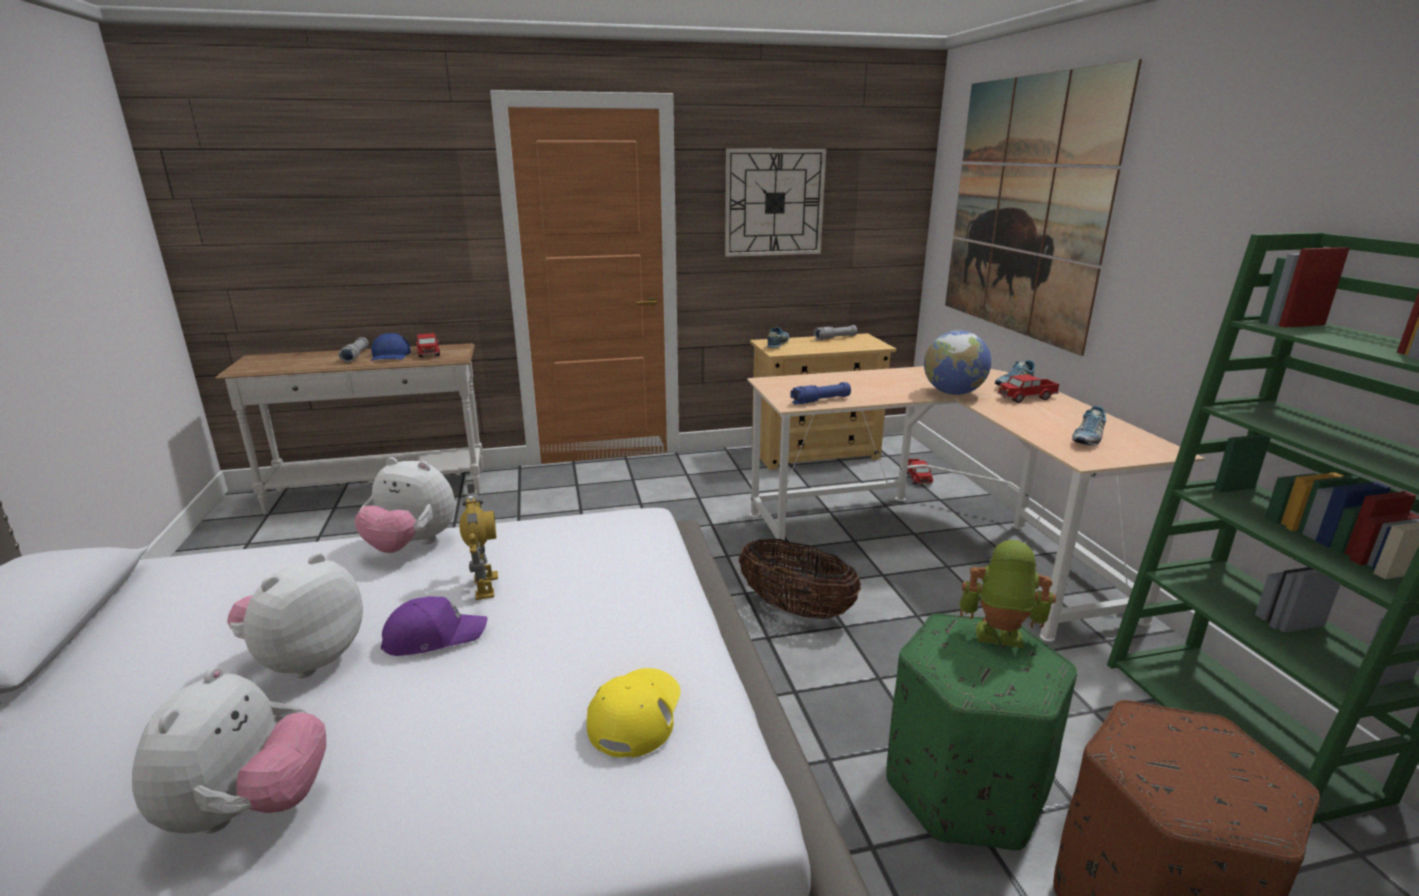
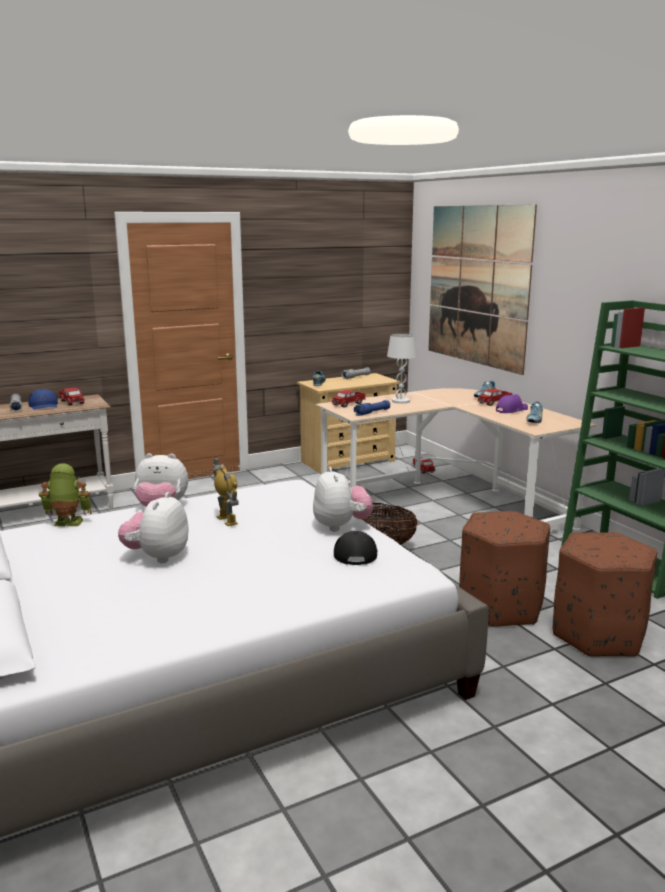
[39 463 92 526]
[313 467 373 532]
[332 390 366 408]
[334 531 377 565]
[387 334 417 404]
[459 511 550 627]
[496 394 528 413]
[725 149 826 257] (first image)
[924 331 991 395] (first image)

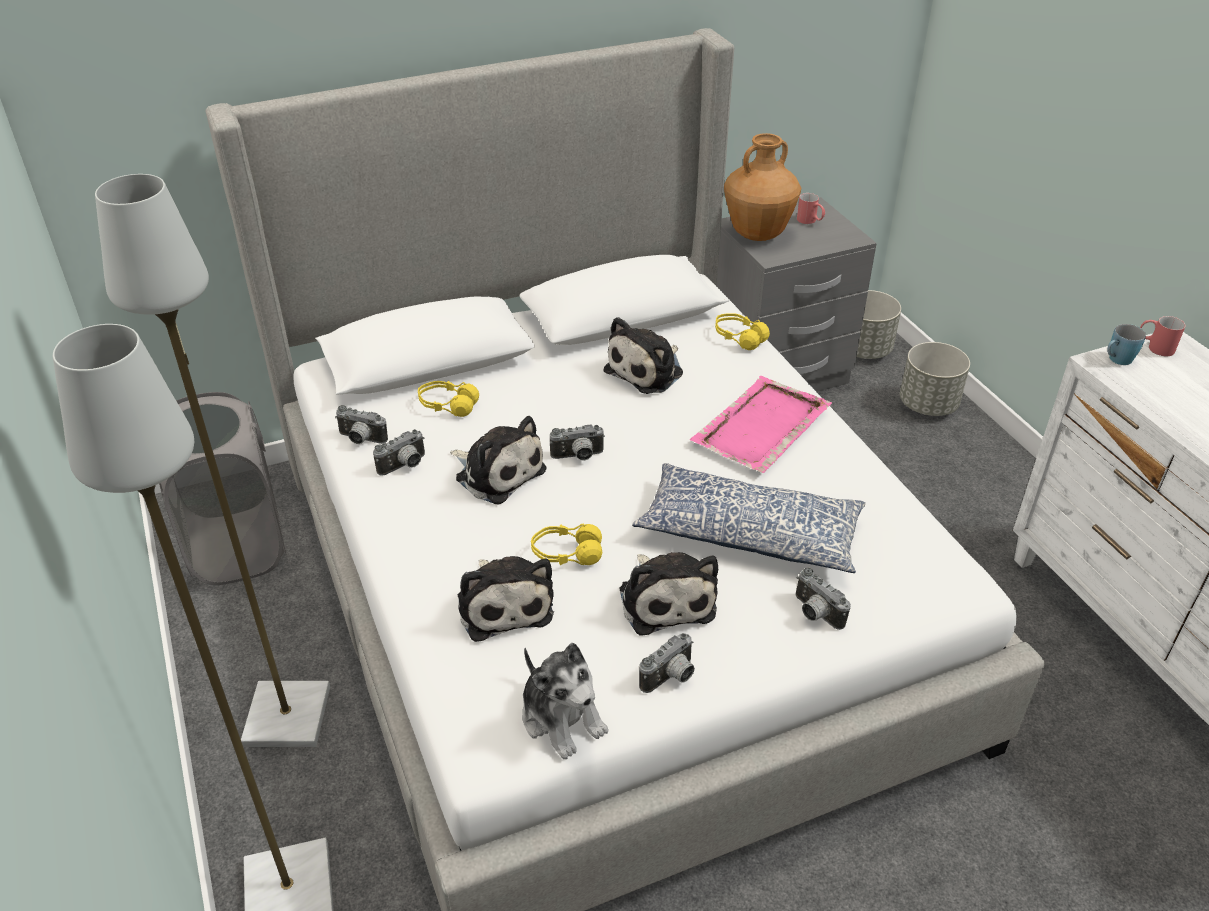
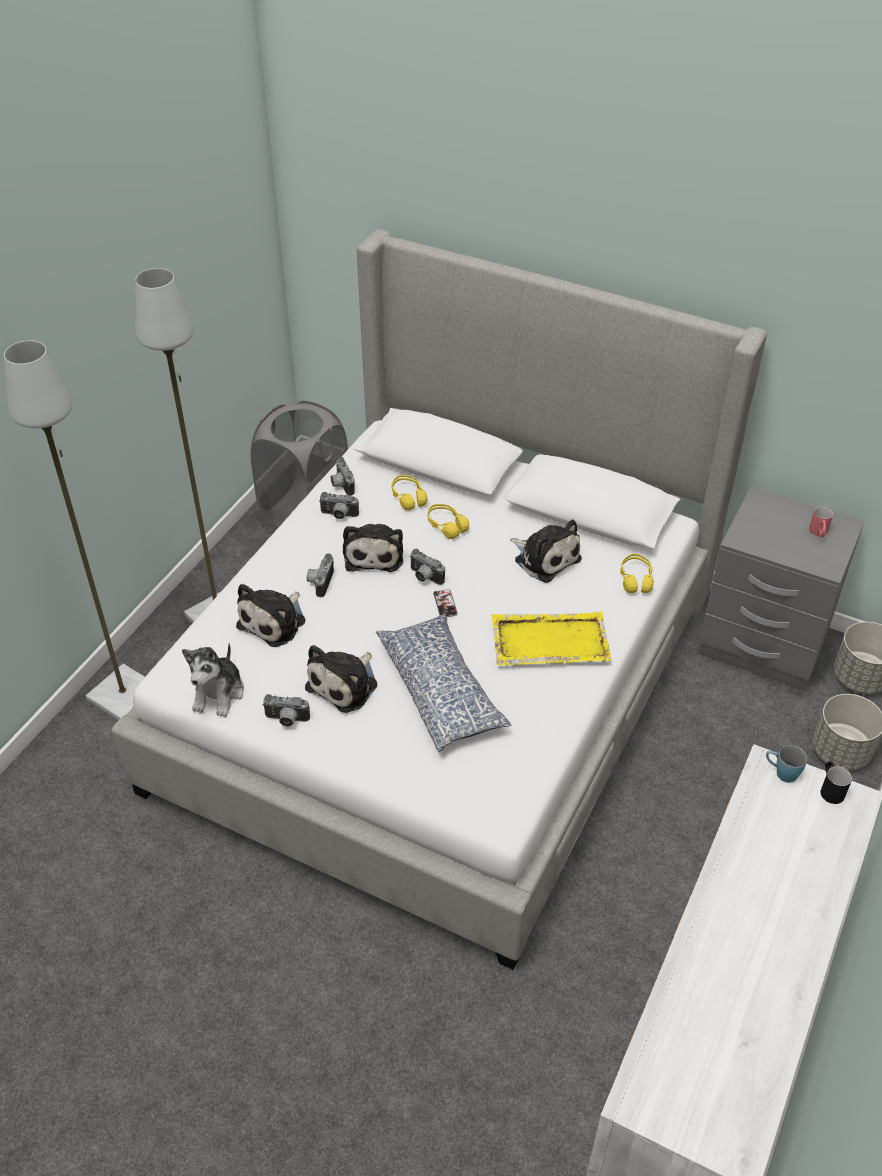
[307 553 334 597]
[428 504 469 539]
[433 589 458 617]
[492 611 612 665]
[510 520 582 583]
[821 761 852 804]
[724 133 801 241] (first image)

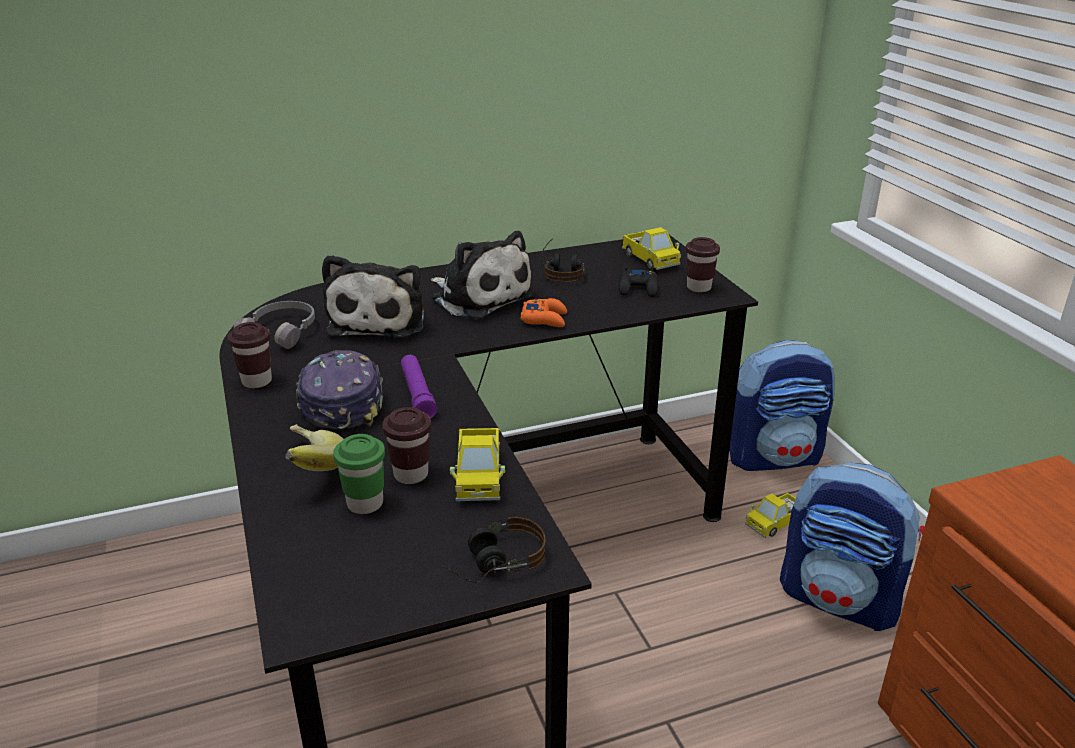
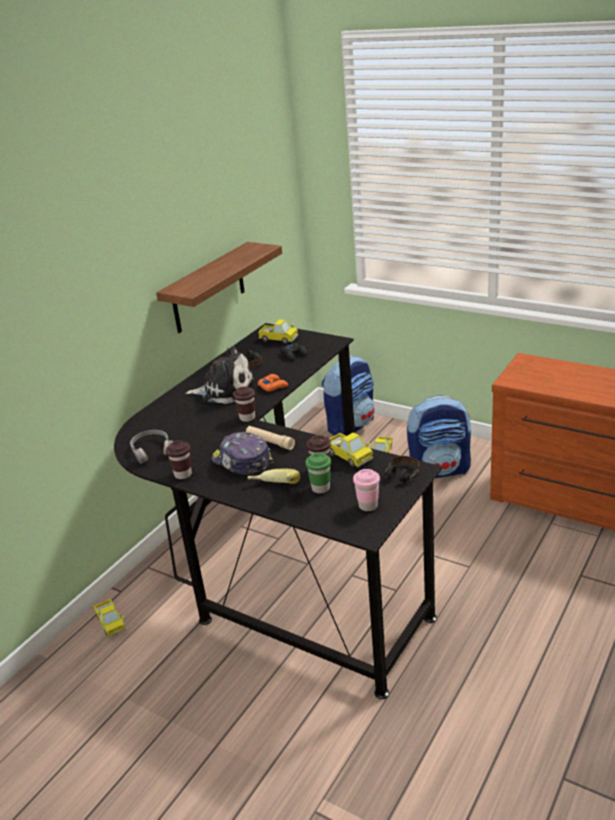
[93 599 126 638]
[156 242 282 333]
[233 386 255 422]
[246 426 295 450]
[353 469 380 511]
[322 255 424 338] (first image)

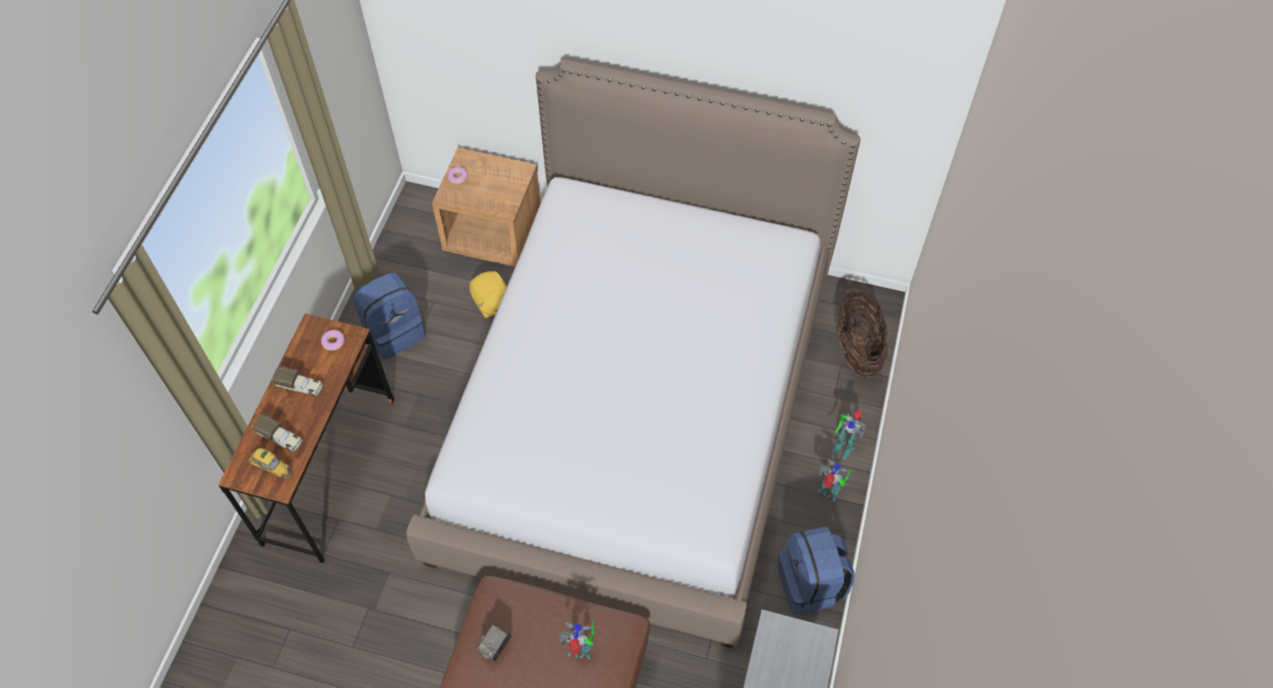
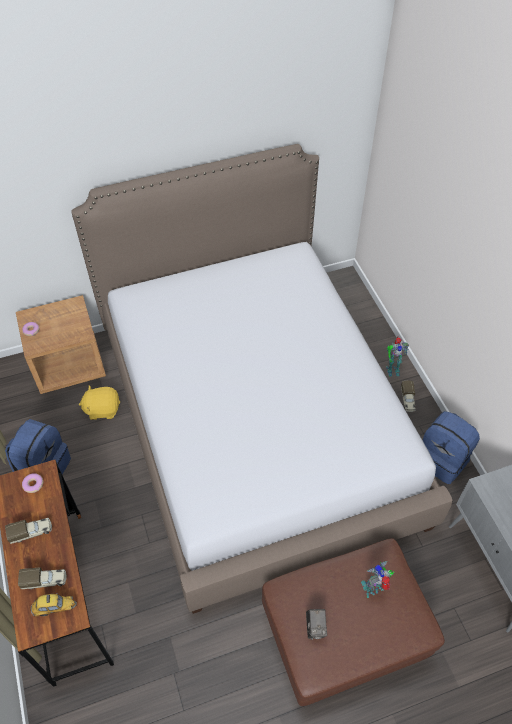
[79 386 120 420]
[401 381 416 412]
[839 289 888 377] (first image)

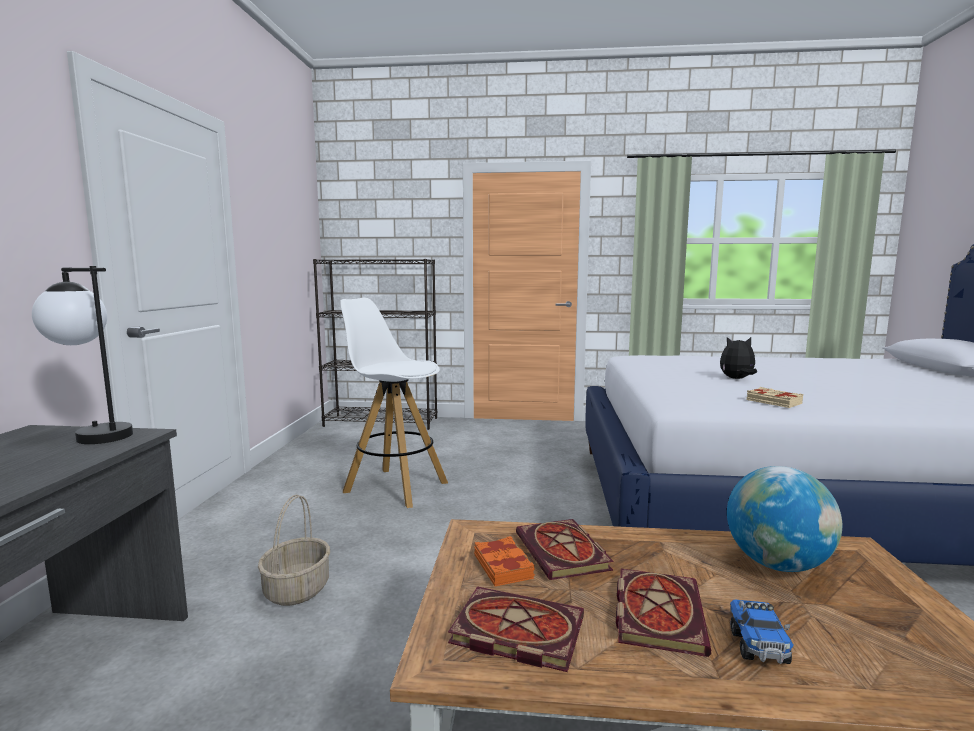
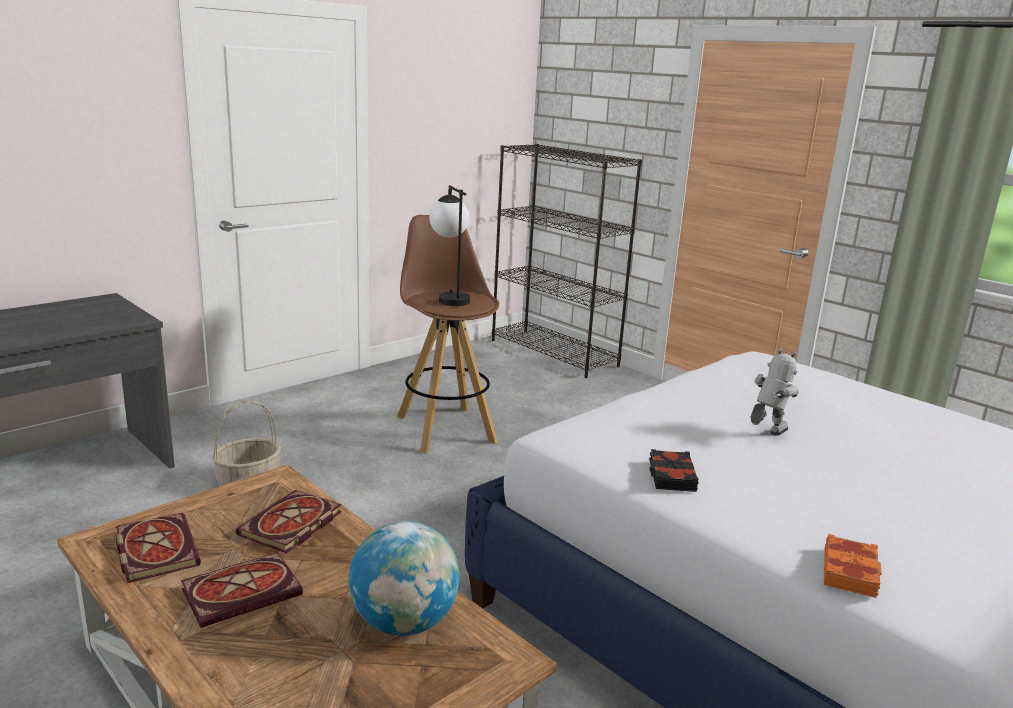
[397 215 499 454]
[429 185 470 306]
[649 449 699 492]
[751 348 800 436]
[824 534 882 598]
[730 600 794 664] (first image)

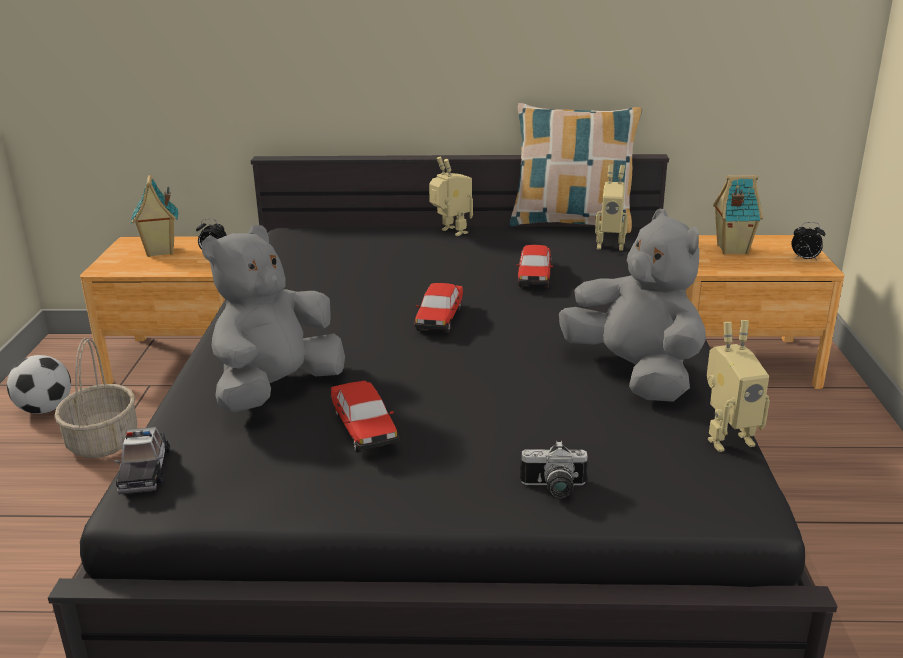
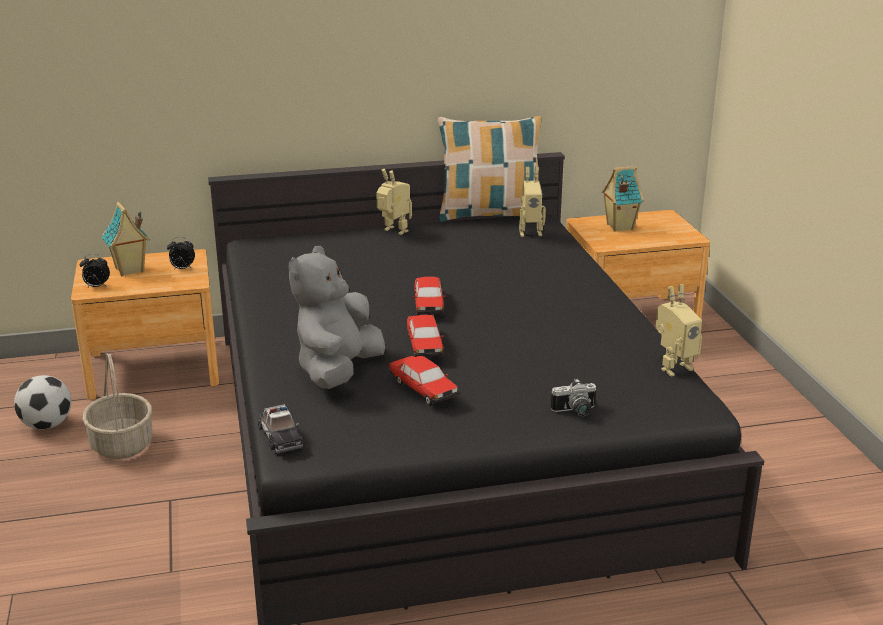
[80 254 110 287]
[407 315 444 358]
[559 209 706 402] (first image)

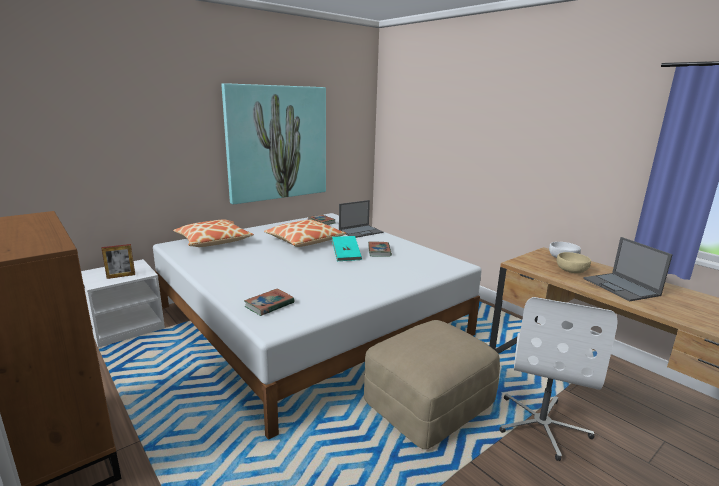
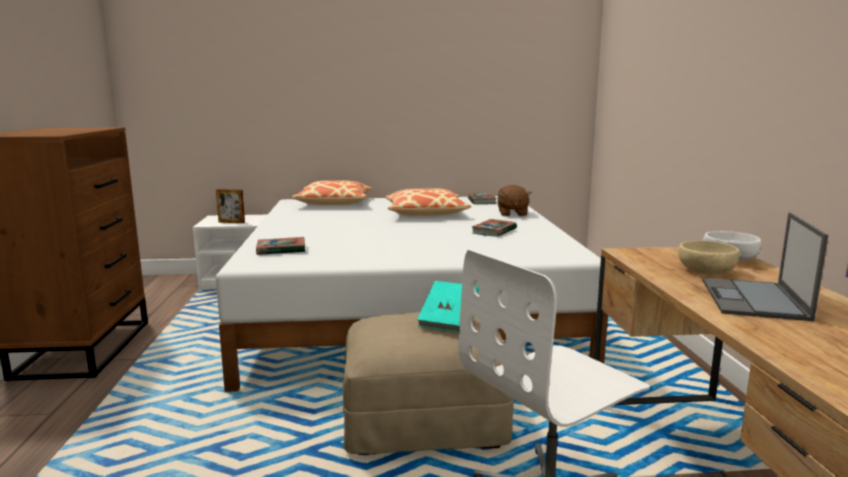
[417 281 479 332]
[497 185 532 216]
[221 83 326 205] (first image)

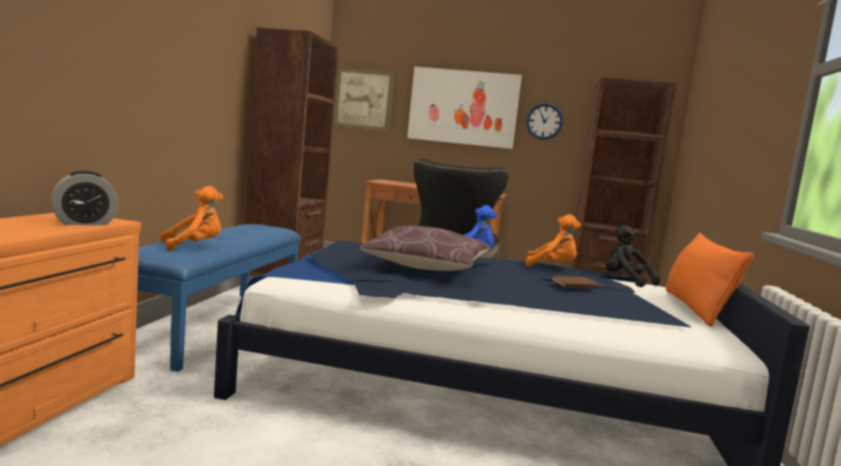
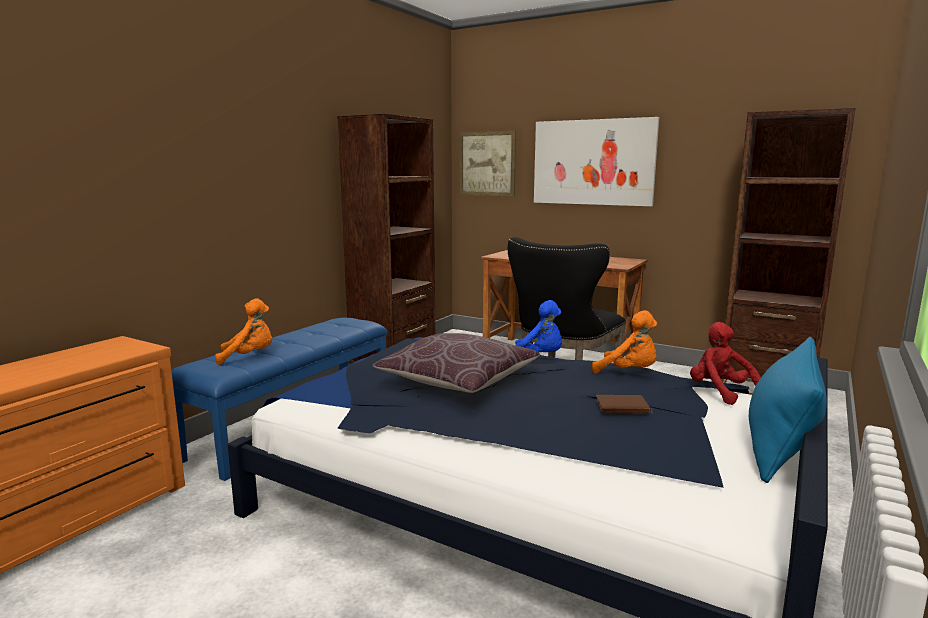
[690 322 761 405]
[749 337 827 483]
[51 170 118 225] (first image)
[526 103 563 140] (first image)

